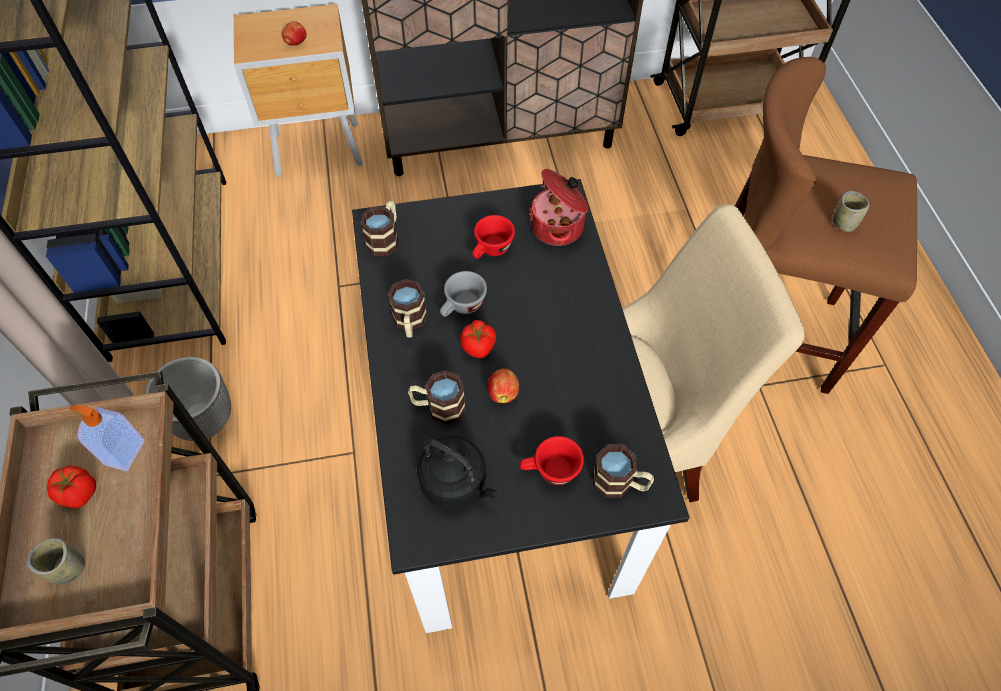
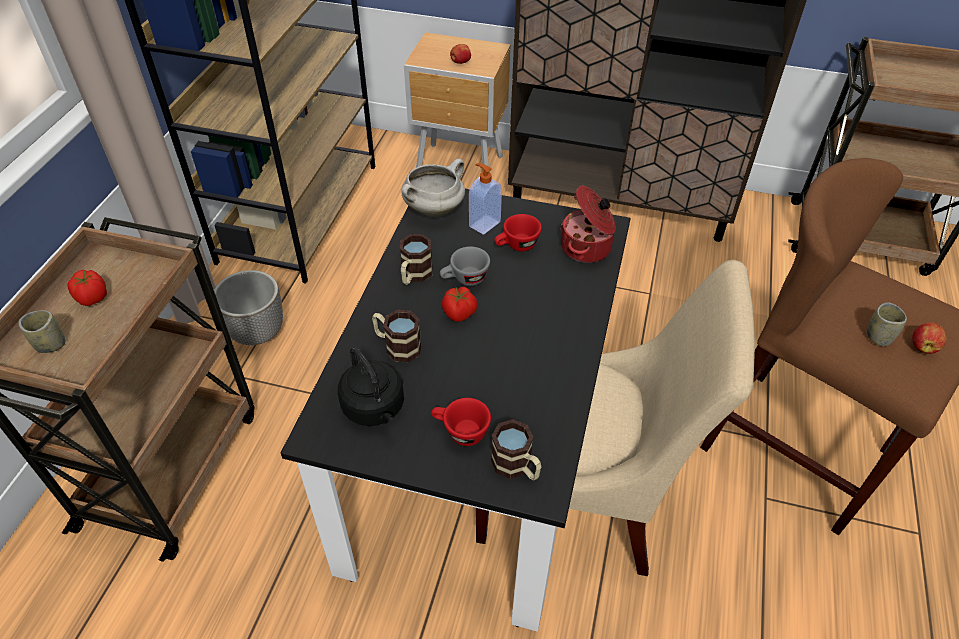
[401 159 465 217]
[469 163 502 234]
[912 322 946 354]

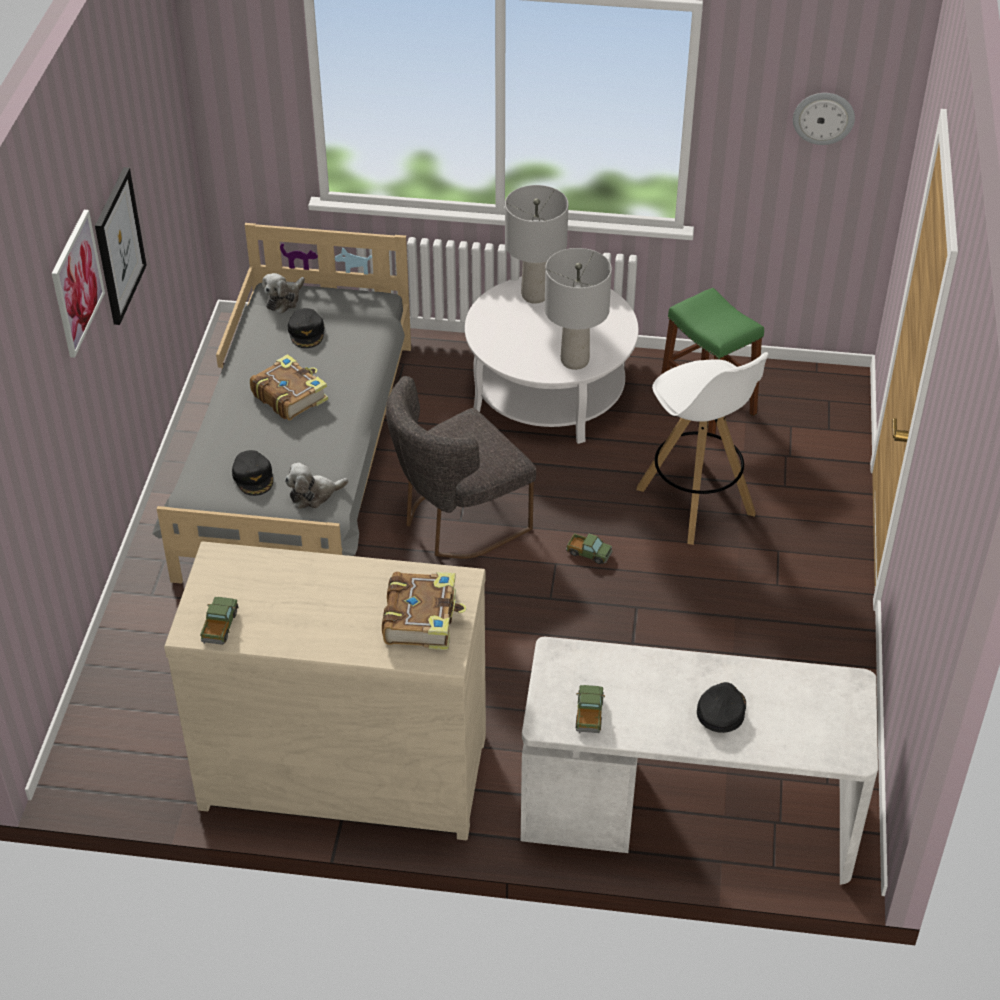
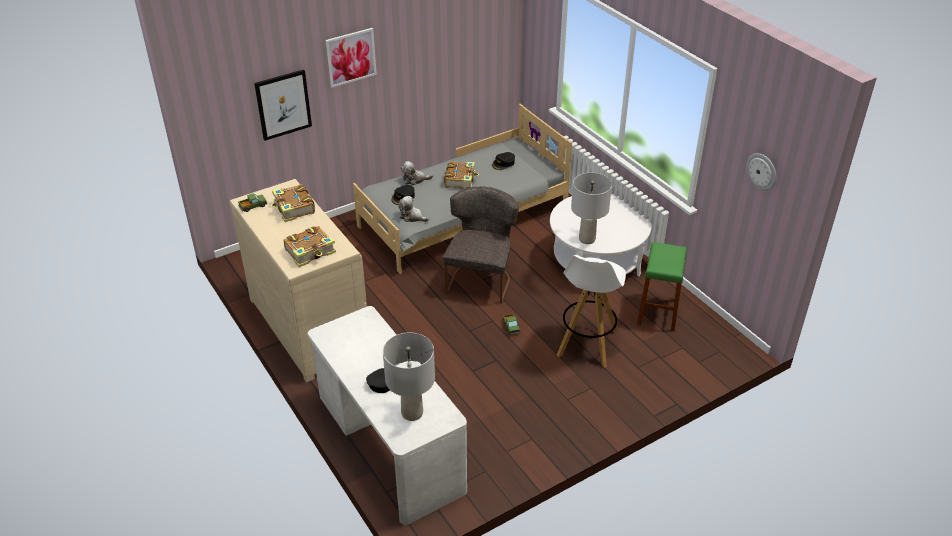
[254 69 312 141]
[271 184 315 222]
[383 332 435 421]
[401 161 433 185]
[443 186 519 304]
[576 685 605 733] (first image)

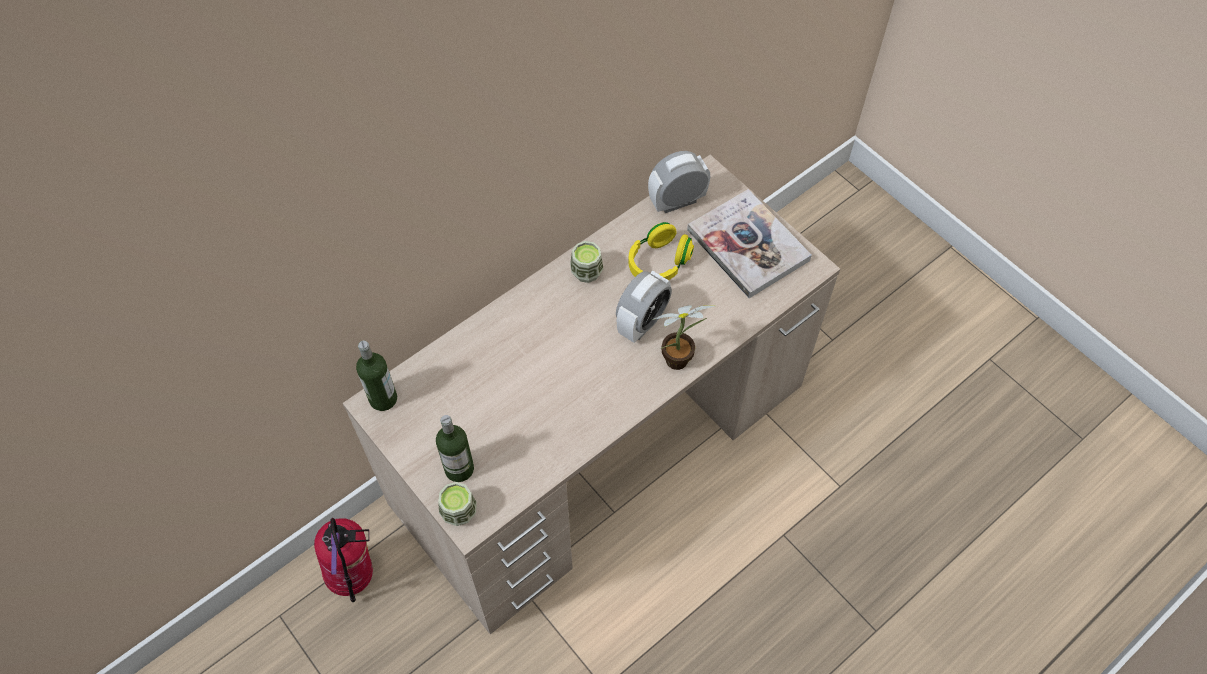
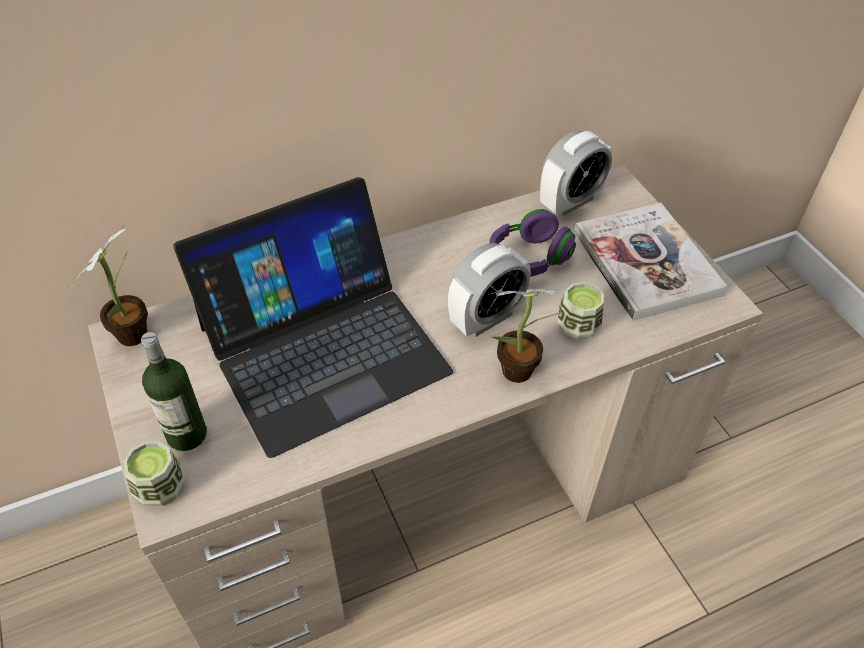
[69 224 148 346]
[173 177 453 458]
[489 209 576 277]
[540 131 612 217]
[557 282 604 340]
[314 518 373 602] (first image)

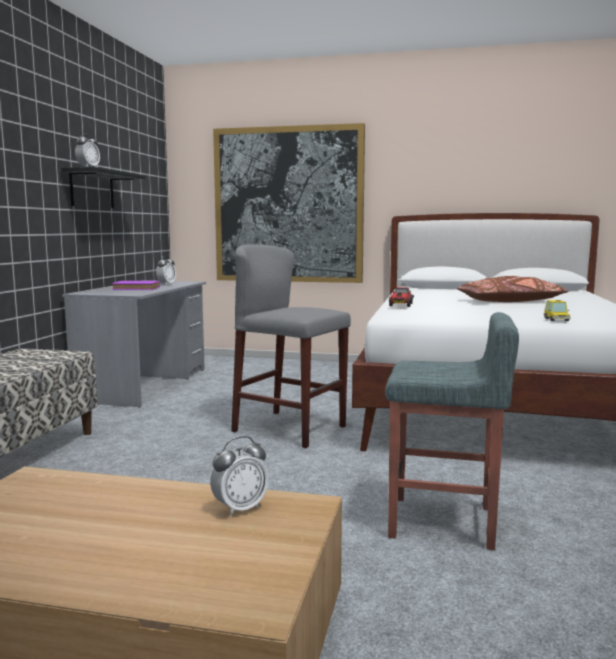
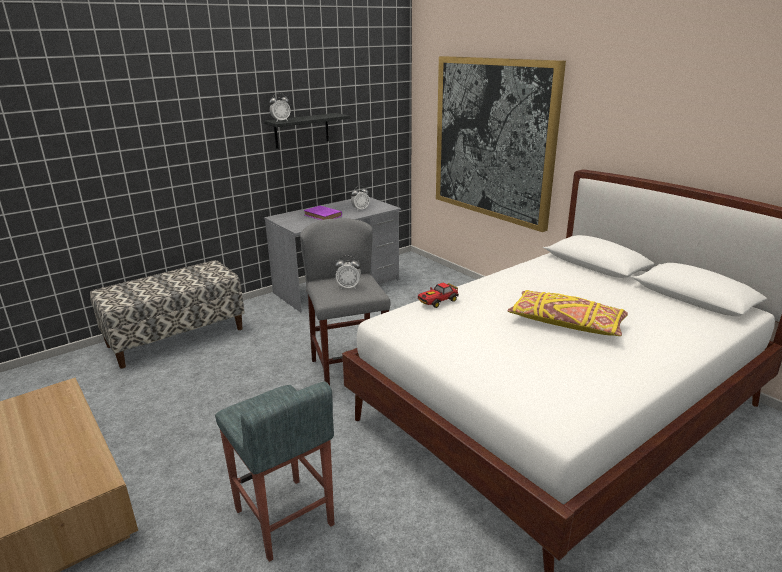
[335 256 361 289]
[507 290 628 336]
[544 300 570 321] (first image)

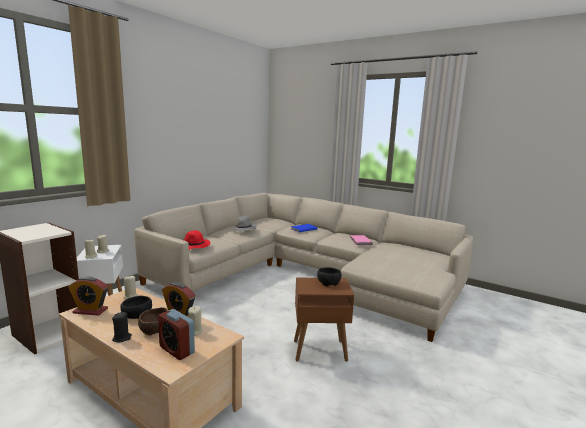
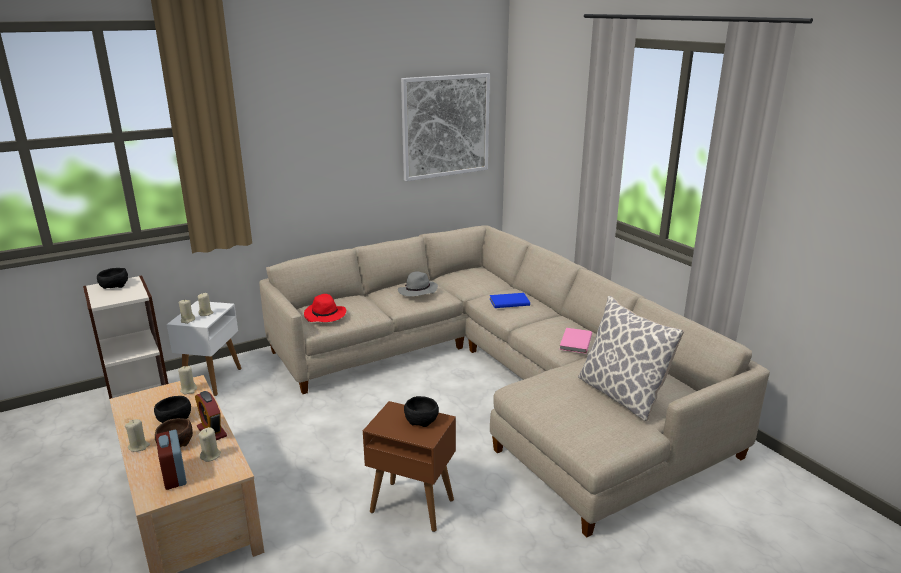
[97 268 128 289]
[125 419 150 452]
[401 73 490 181]
[578 296 684 421]
[68 276 108 316] (first image)

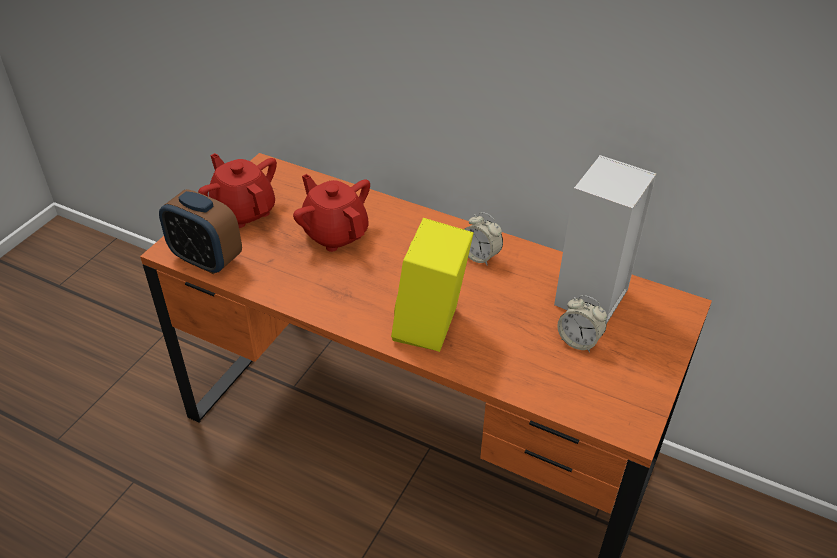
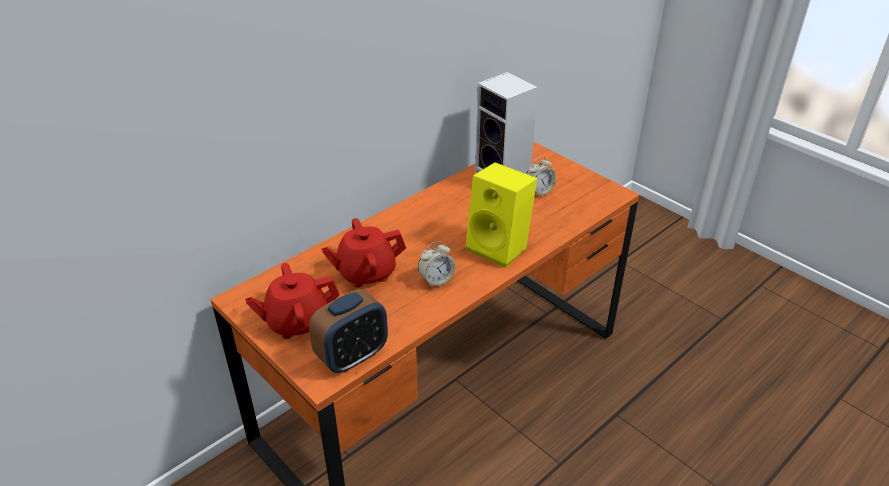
[418 241 456 288]

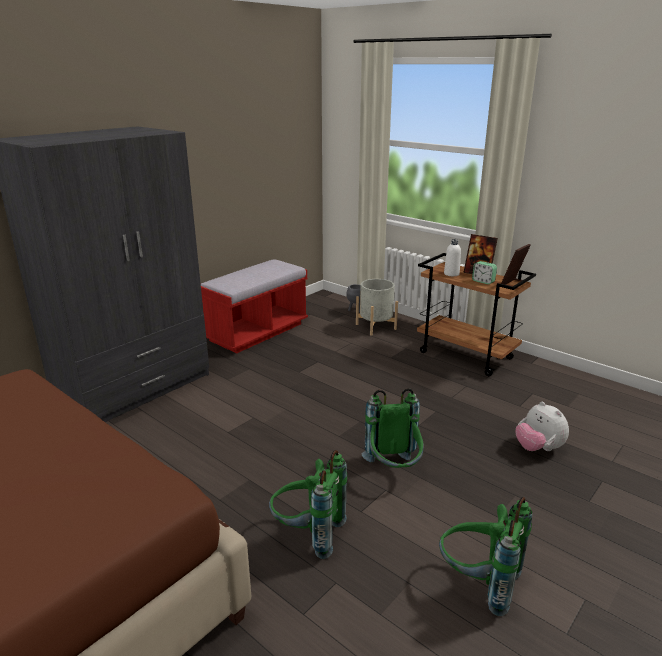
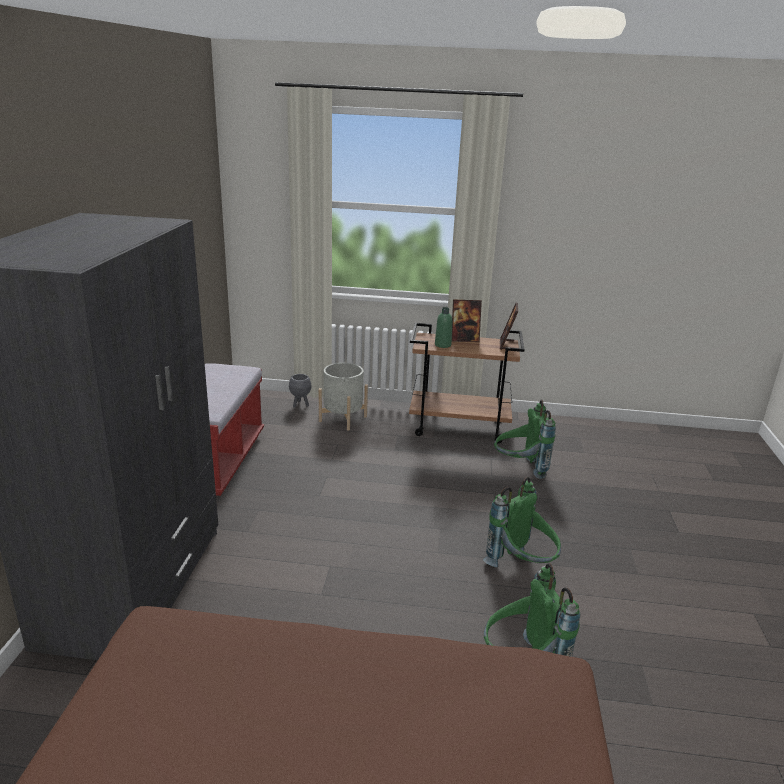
[435 307 452 348]
[494 399 556 479]
[472 261 497 284] (first image)
[515 402 569 451] (first image)

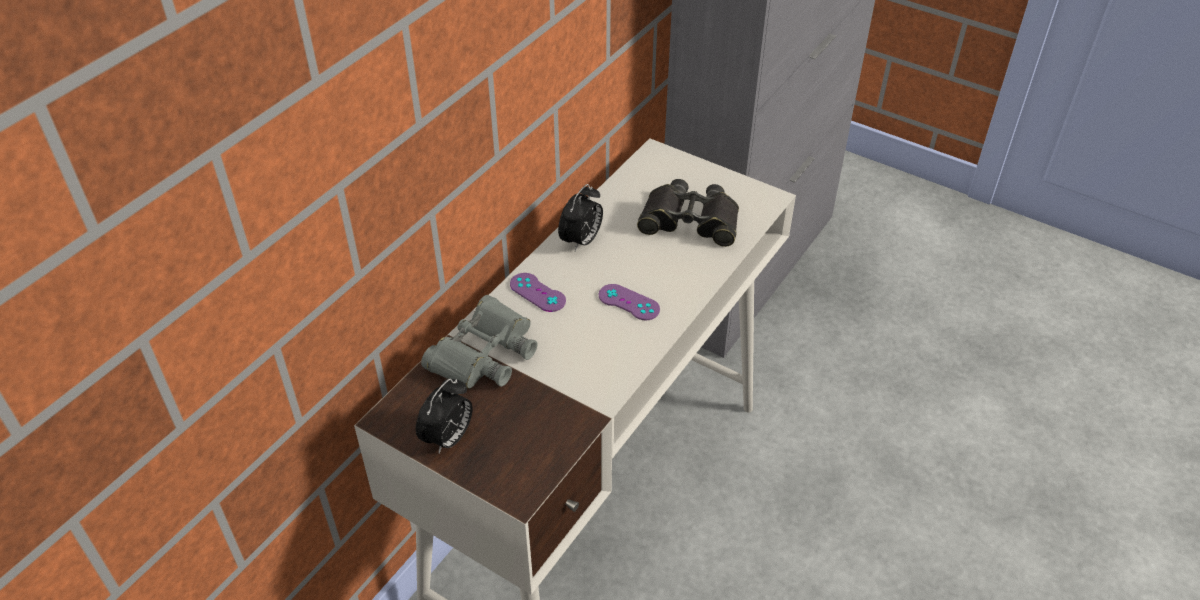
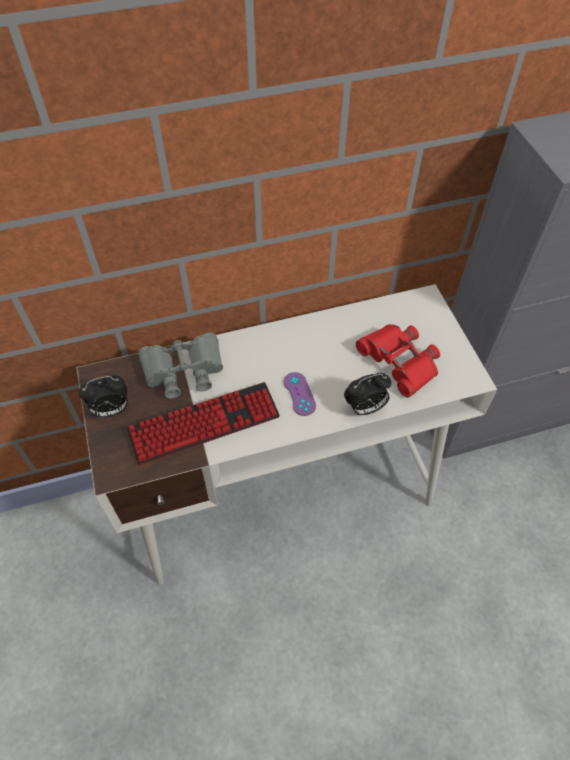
[127 382 280 465]
[344 373 391 415]
[356 324 440 398]
[510 273 566 312] (first image)

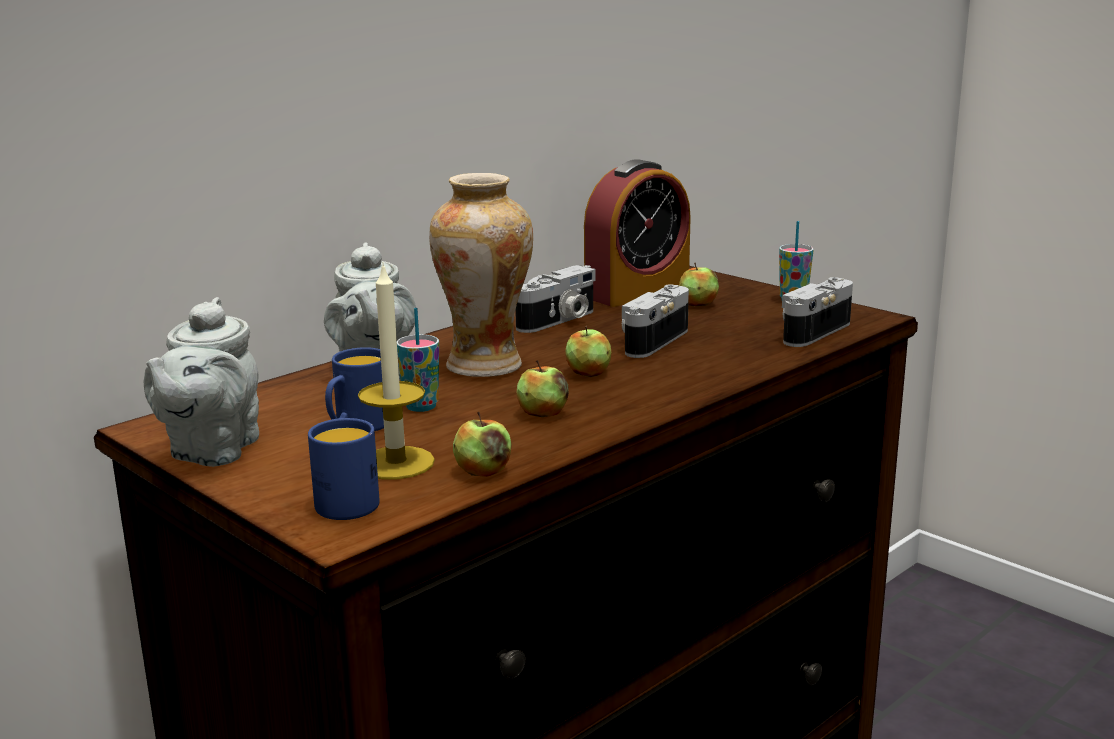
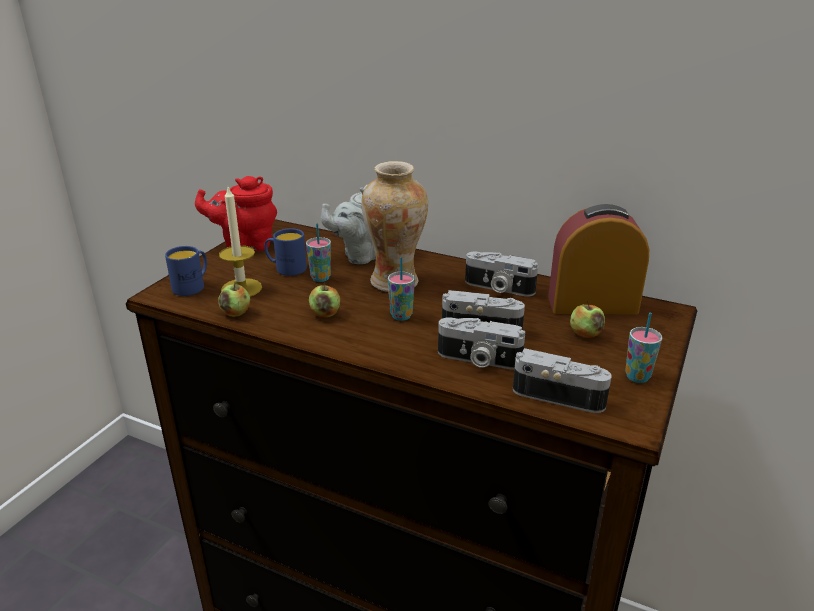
[195 176 277 251]
[388 257 415 321]
[438 317 525 370]
[548 204 649 315]

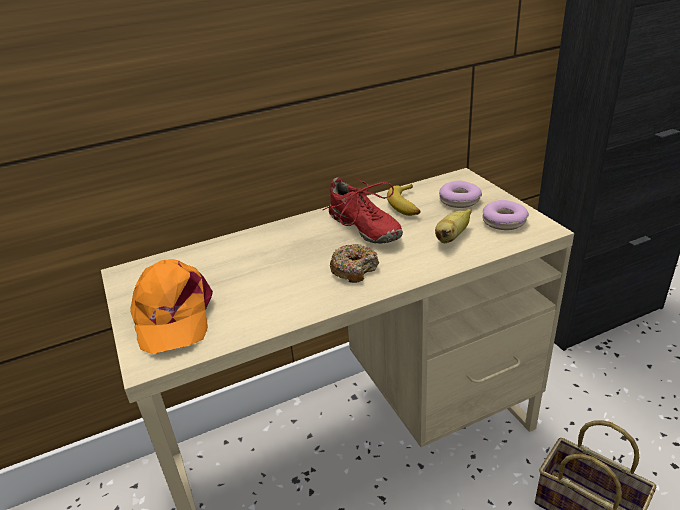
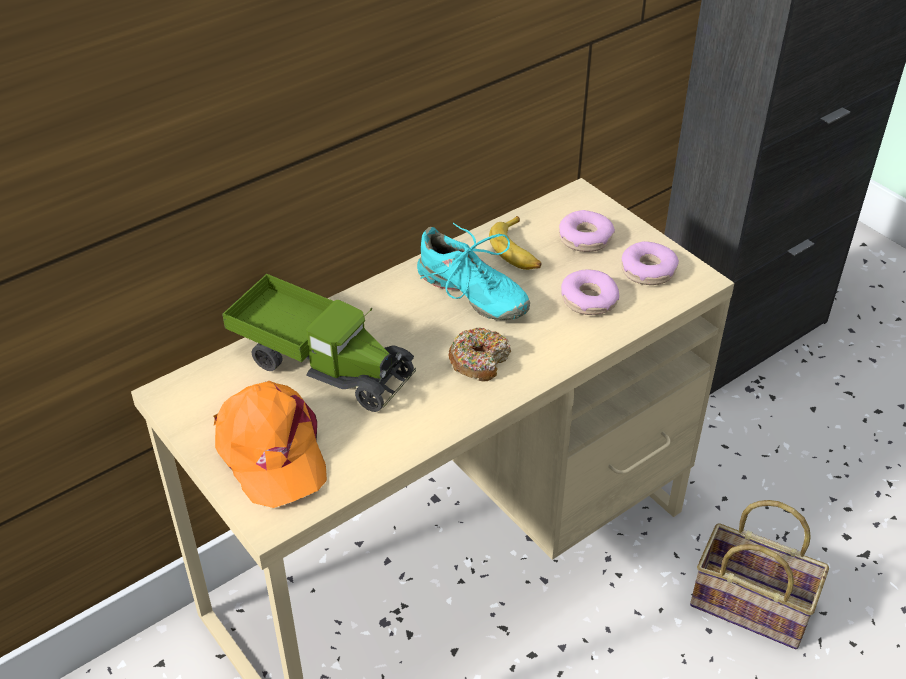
[222 274 416 412]
[417 223 530 320]
[561 269 619 315]

